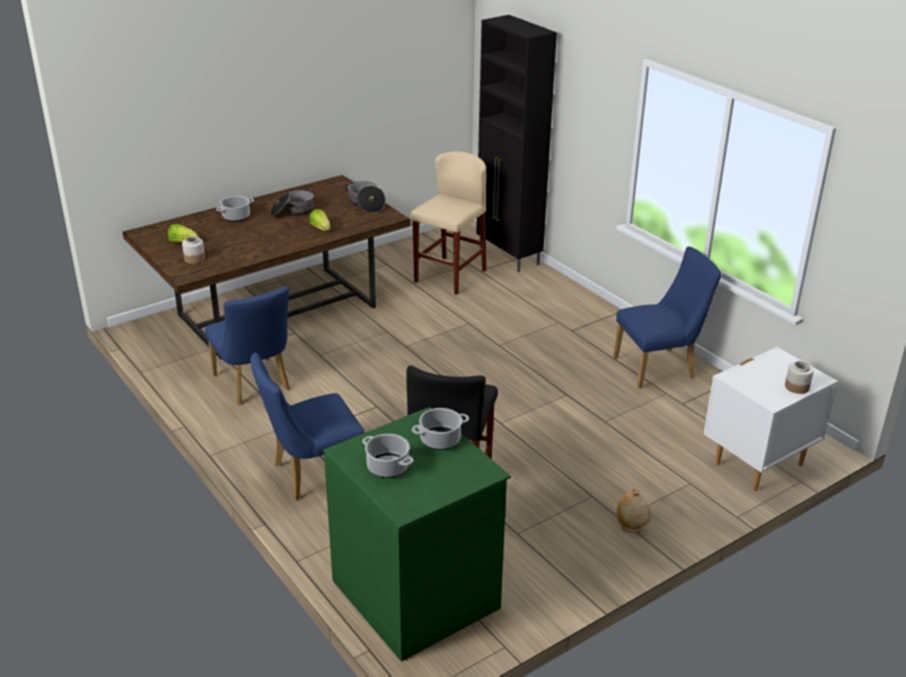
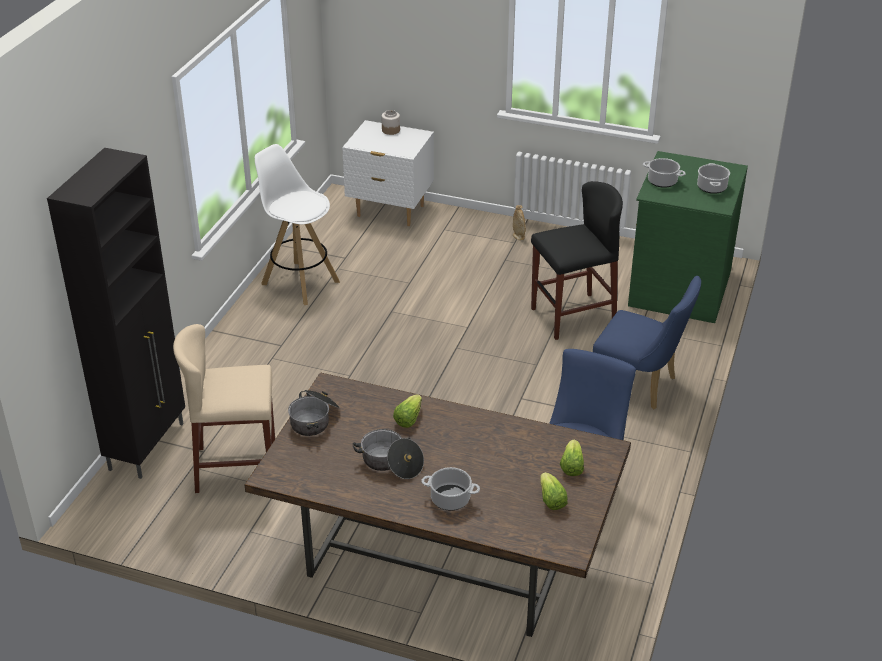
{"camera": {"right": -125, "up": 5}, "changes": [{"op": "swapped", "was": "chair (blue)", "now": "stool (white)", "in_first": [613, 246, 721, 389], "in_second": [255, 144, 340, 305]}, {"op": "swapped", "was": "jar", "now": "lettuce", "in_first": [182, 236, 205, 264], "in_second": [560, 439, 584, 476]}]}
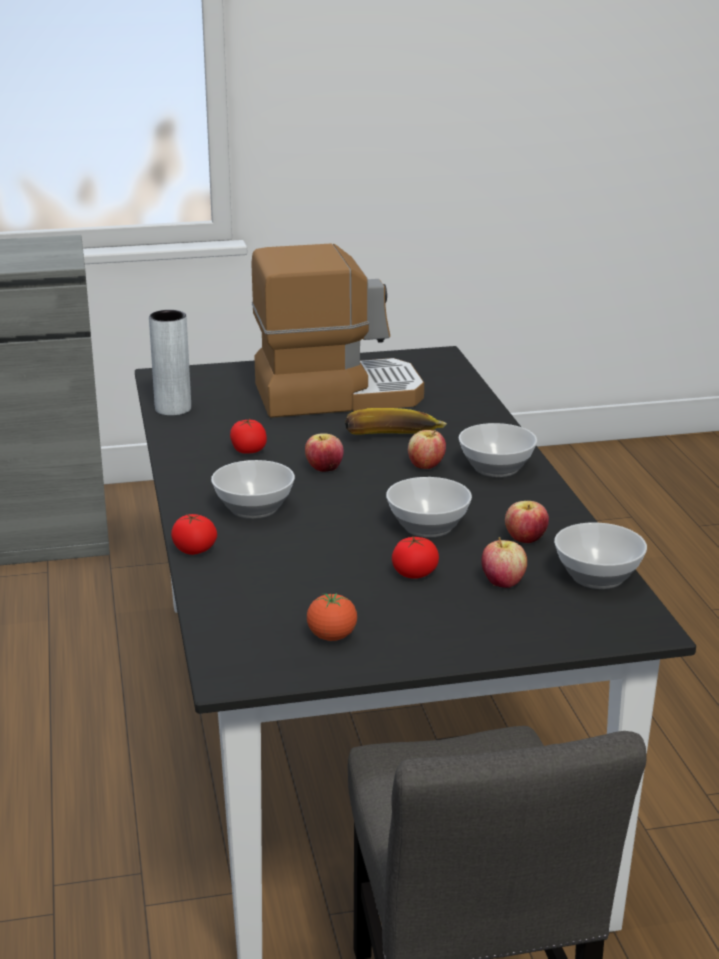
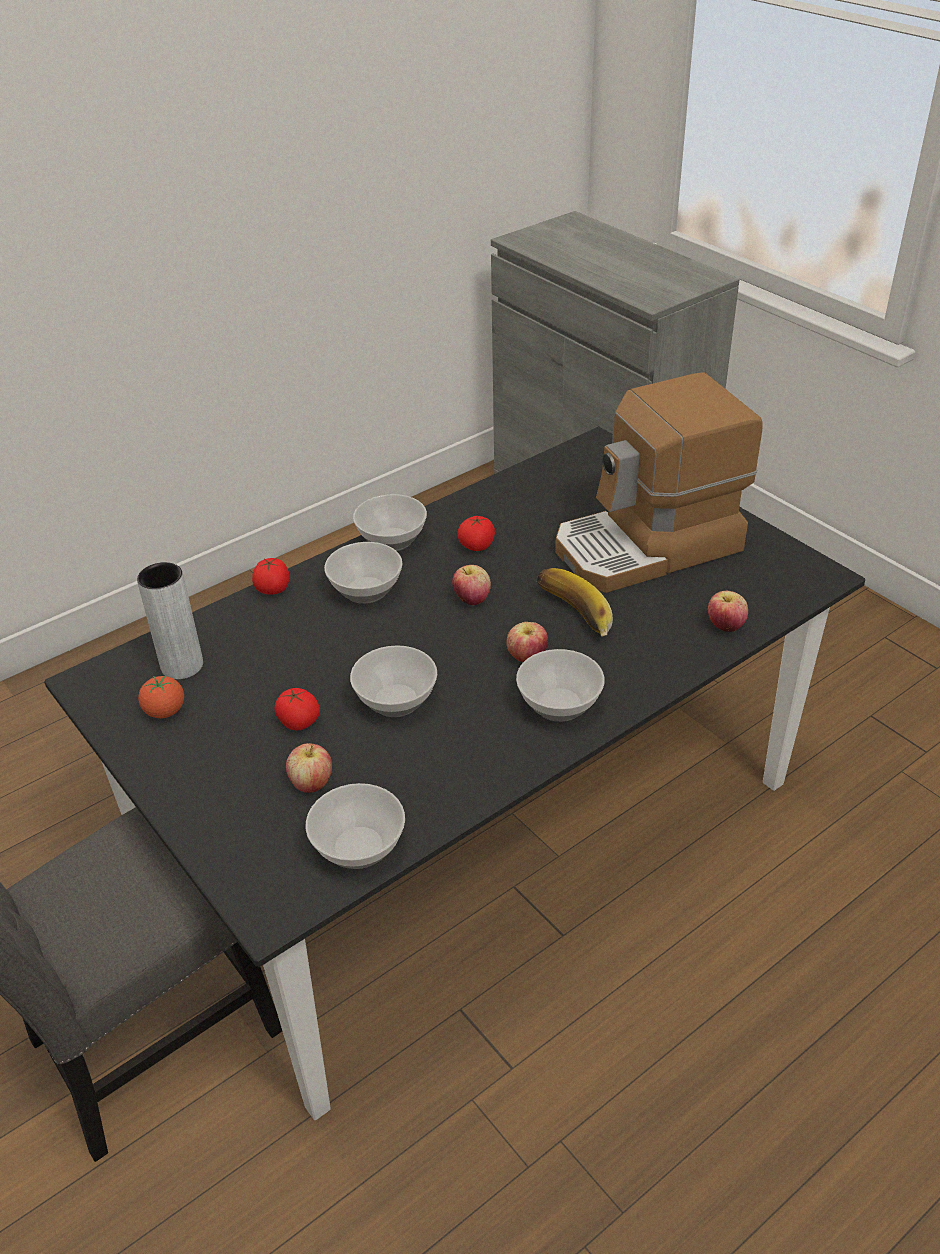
{"camera": {"right": 65, "up": 15}, "changes": [{"op": "shifted", "was": "vase (grey)", "in_first": [149, 310, 191, 416], "in_second": [137, 562, 203, 679]}, {"op": "new", "now": "bowl", "in_second": [353, 494, 427, 551]}, {"op": "rotated", "was": "coffee machine", "in_first": [251, 243, 424, 418], "in_second": [555, 372, 762, 593], "clockwise": 105}, {"op": "shifted", "was": "apple", "in_first": [505, 501, 549, 543], "in_second": [708, 591, 748, 632]}]}
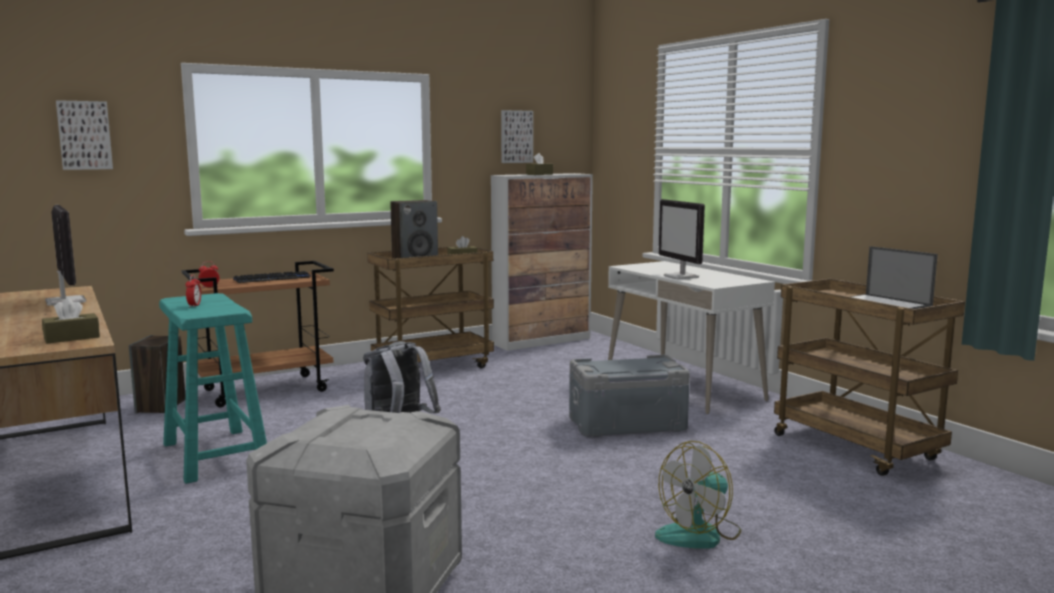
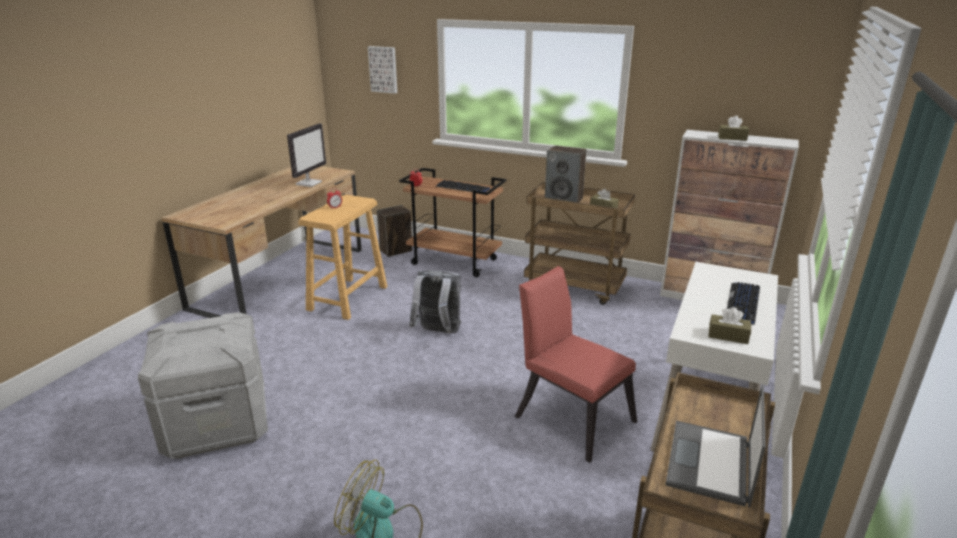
{"camera": {"right": 55, "up": 15}, "changes": [{"op": "repainted", "was": "stool (turquoise)", "now": "stool (beige)", "in_first": [159, 293, 267, 484], "in_second": [298, 195, 388, 320]}, {"op": "swapped", "was": "storage box (grey)", "now": "chair (red)", "in_first": [569, 355, 690, 437], "in_second": [515, 266, 637, 463]}, {"op": "shifted", "was": "tissue box (brown)", "in_first": [42, 298, 100, 344], "in_second": [708, 307, 751, 344]}, {"op": "new", "now": "keyboard", "in_second": [727, 282, 760, 325]}, {"op": "gone", "was": "picture", "in_first": [501, 110, 533, 163]}, {"op": "gone", "was": "monitor", "in_first": [659, 199, 705, 279]}]}
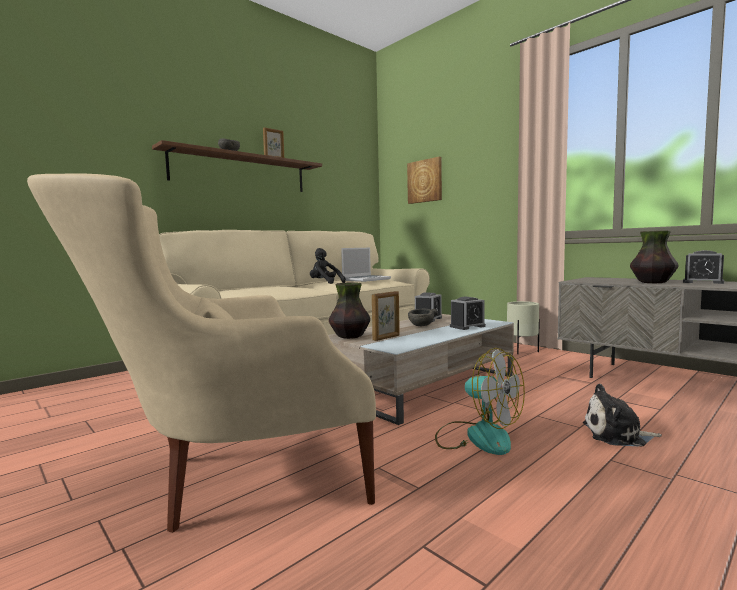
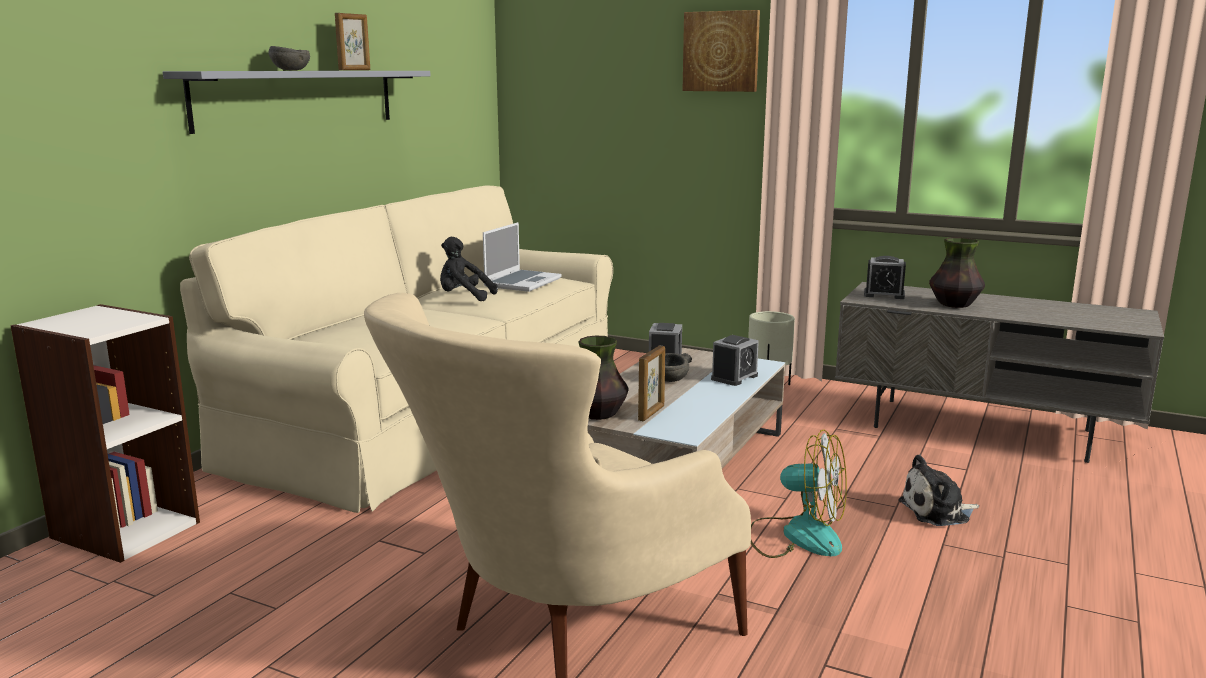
{"camera": {"right": -20, "up": 10}, "changes": [{"op": "new", "now": "bookcase", "in_second": [11, 304, 200, 563]}, {"op": "repainted", "was": "shelf (brown)", "now": "shelf (grey)", "in_first": [152, 140, 322, 192], "in_second": [163, 71, 431, 134]}, {"op": "shifted", "was": "picture", "in_first": [407, 157, 442, 204], "in_second": [683, 10, 760, 92]}, {"op": "shifted", "was": "alarm clock", "in_first": [683, 250, 724, 284], "in_second": [864, 256, 906, 299]}]}
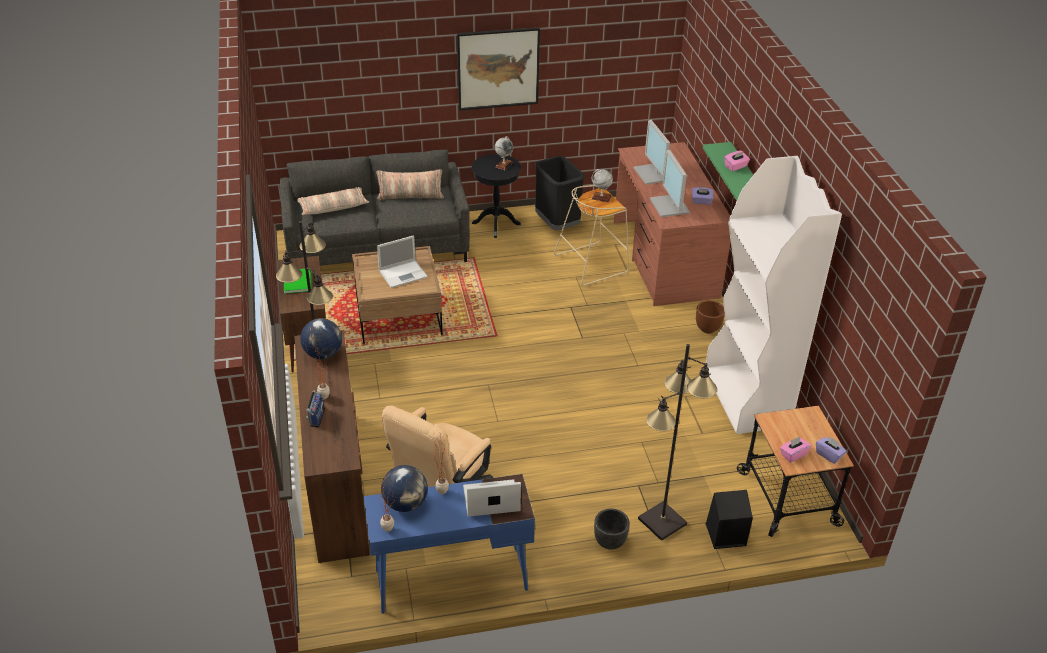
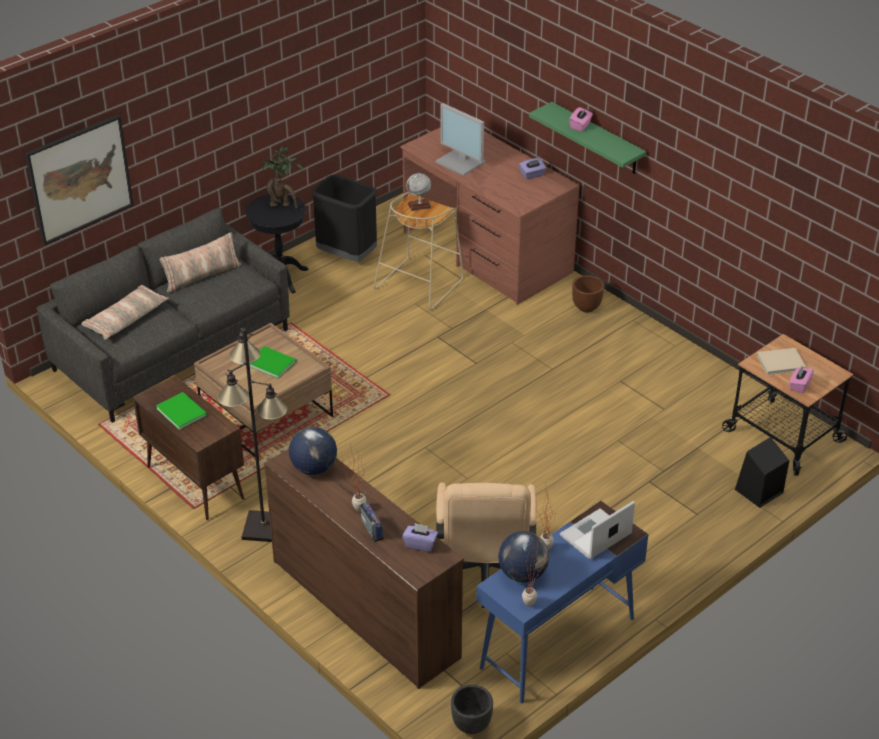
{"camera": {"right": -30, "up": 0}, "changes": [{"op": "shifted", "was": "picture", "in_first": [457, 27, 540, 111], "in_second": [25, 115, 133, 245]}, {"op": "swapped", "was": "laptop", "now": "book (green)", "in_first": [377, 235, 428, 288], "in_second": [250, 346, 296, 378]}, {"op": "swapped", "was": "globe", "now": "potted plant", "in_first": [495, 136, 513, 171], "in_second": [261, 146, 303, 210]}, {"op": "shifted", "was": "tissue box (purple)", "in_first": [816, 436, 847, 464], "in_second": [402, 523, 438, 552]}, {"op": "shifted", "was": "planter (black)", "in_first": [594, 509, 630, 550], "in_second": [451, 685, 493, 734]}, {"op": "new", "now": "book (beige)", "in_second": [757, 348, 806, 375]}, {"op": "gone", "was": "floor lamp (black)", "in_first": [638, 344, 717, 541]}, {"op": "gone", "was": "monitor", "in_first": [650, 150, 690, 217]}, {"op": "gone", "was": "bookcase (white)", "in_first": [706, 156, 842, 434]}]}
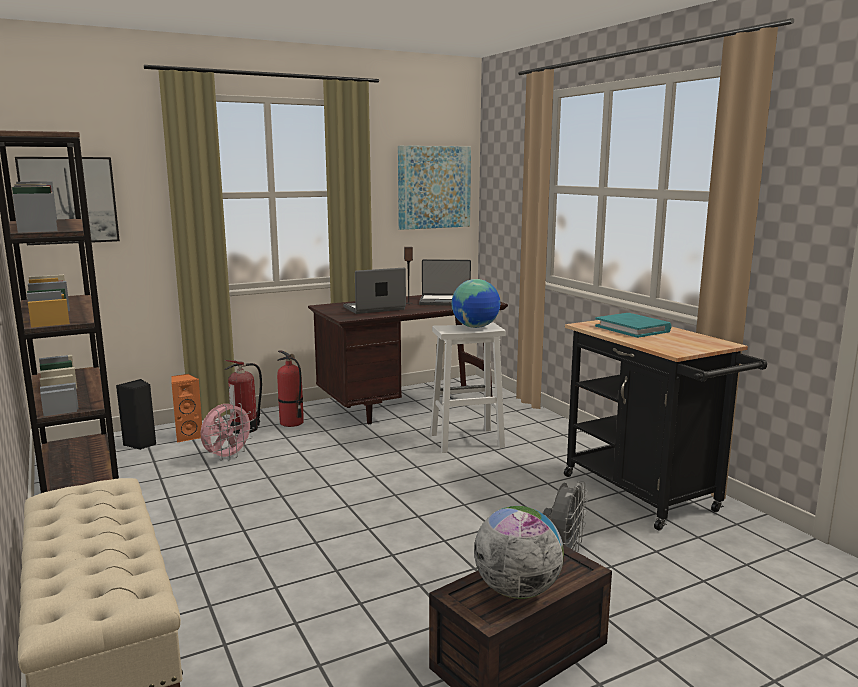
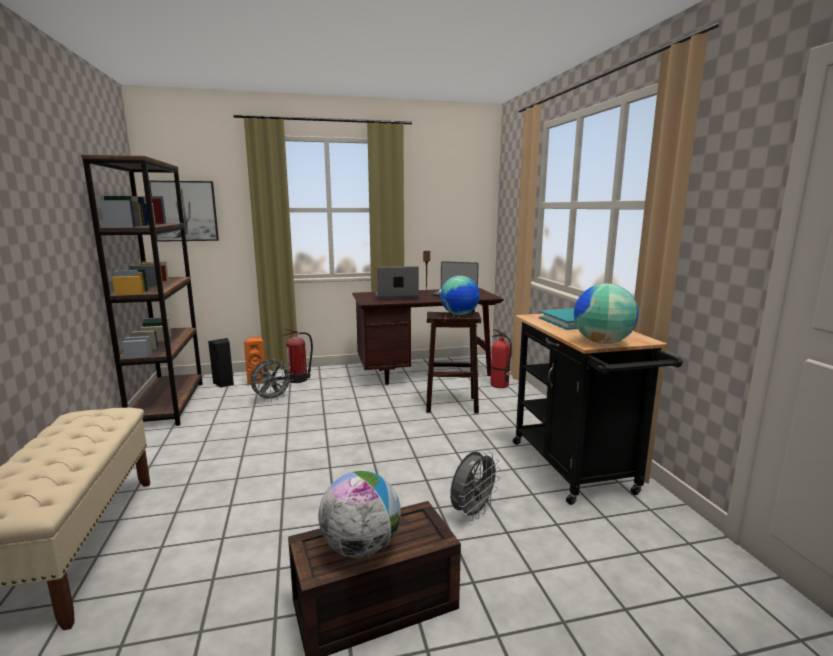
{"camera": {"right": 15, "up": 0}, "changes": [{"op": "repainted", "was": "fan (pink)", "now": "fan (grey)", "in_first": [200, 402, 254, 461], "in_second": [250, 360, 293, 402]}, {"op": "repainted", "was": "stool (white)", "now": "stool (brown)", "in_first": [430, 323, 506, 453], "in_second": [426, 312, 481, 413]}, {"op": "shifted", "was": "fire extinguisher", "in_first": [277, 350, 304, 427], "in_second": [490, 329, 512, 388]}, {"op": "new", "now": "globe", "in_second": [574, 283, 638, 344]}, {"op": "gone", "was": "picture", "in_first": [398, 146, 471, 230]}]}
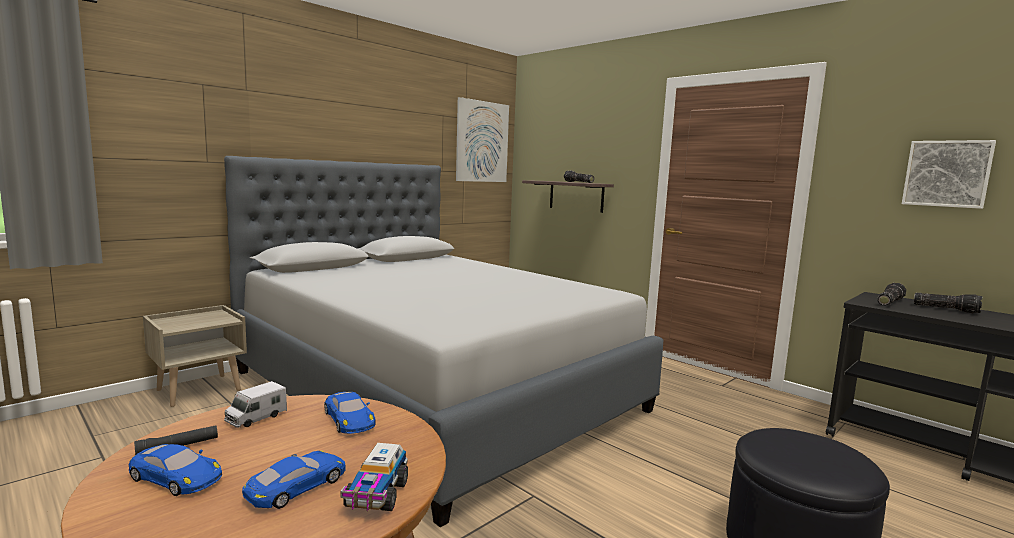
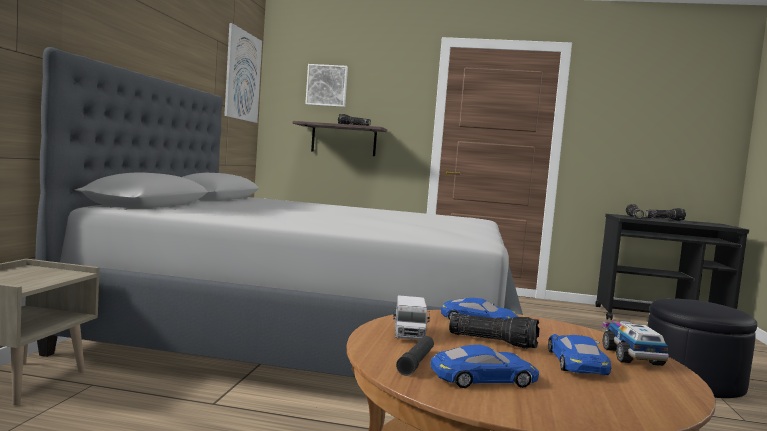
{"camera": {"right": -35, "up": -5}, "changes": [{"op": "shifted", "was": "picture", "in_first": [902, 140, 996, 209], "in_second": [305, 64, 348, 107]}, {"op": "new", "now": "flashlight", "in_second": [449, 313, 539, 349]}, {"op": "rotated", "was": "toy truck", "in_first": [341, 443, 408, 511], "in_second": [602, 320, 669, 366], "clockwise": -150}]}
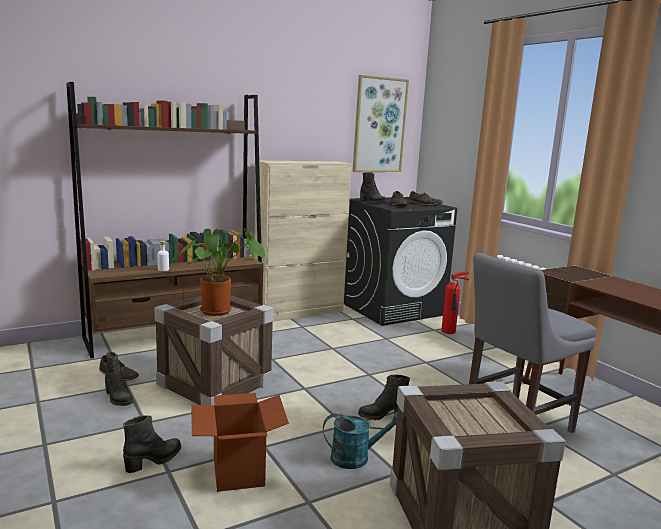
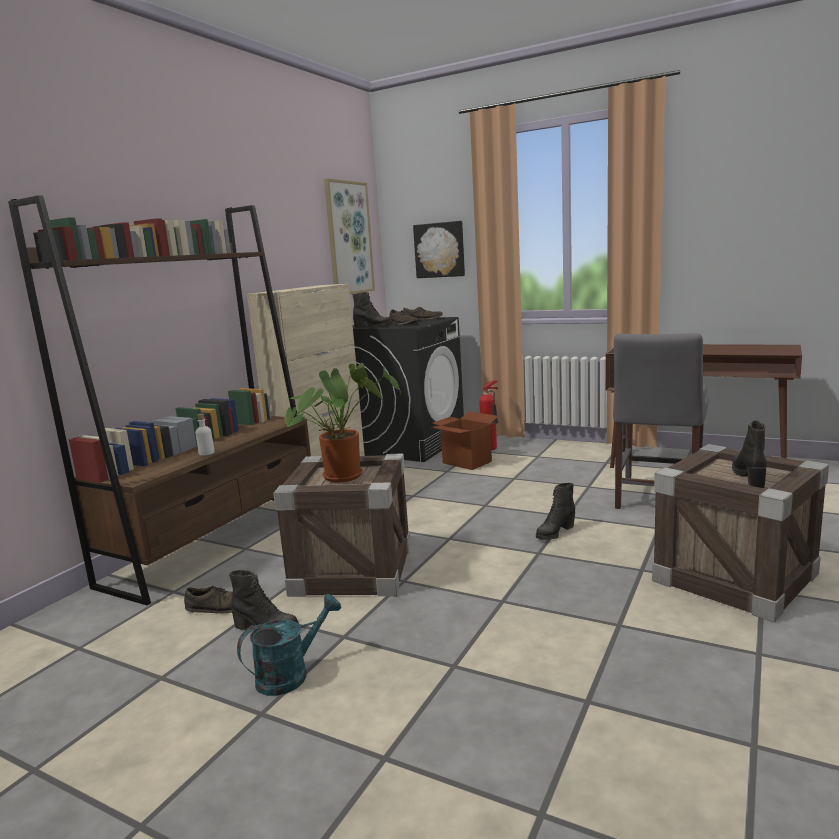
{"camera": {"right": -30, "up": 0}, "changes": [{"op": "shifted", "was": "watering can (turquoise)", "in_first": [323, 412, 397, 469], "in_second": [237, 594, 341, 696]}, {"op": "new", "now": "picture", "in_second": [413, 221, 465, 278]}, {"op": "shifted", "was": "cardboard box", "in_first": [191, 393, 289, 492], "in_second": [430, 411, 499, 470]}, {"op": "shifted", "was": "boot (black)", "in_first": [123, 415, 181, 473], "in_second": [732, 420, 767, 488]}]}
